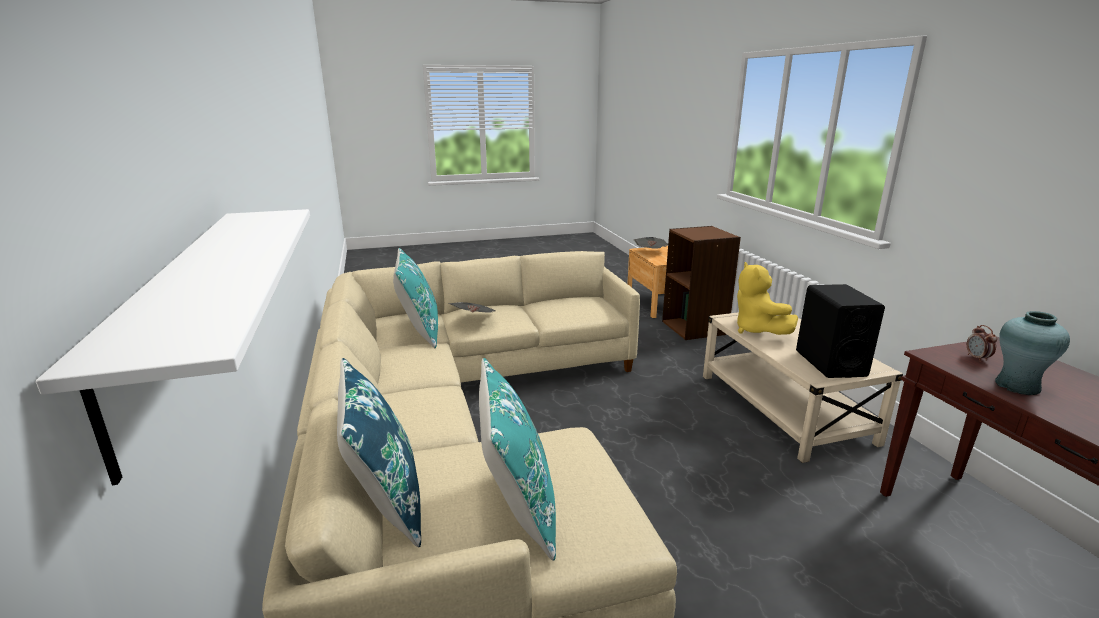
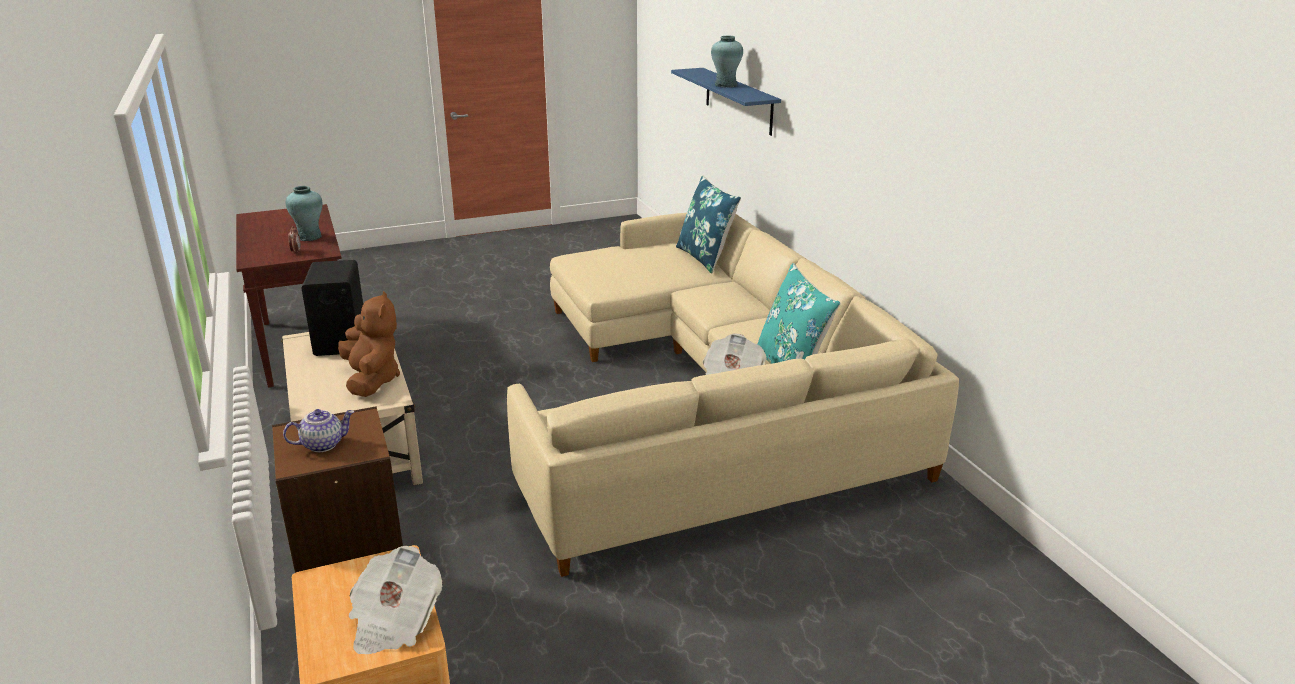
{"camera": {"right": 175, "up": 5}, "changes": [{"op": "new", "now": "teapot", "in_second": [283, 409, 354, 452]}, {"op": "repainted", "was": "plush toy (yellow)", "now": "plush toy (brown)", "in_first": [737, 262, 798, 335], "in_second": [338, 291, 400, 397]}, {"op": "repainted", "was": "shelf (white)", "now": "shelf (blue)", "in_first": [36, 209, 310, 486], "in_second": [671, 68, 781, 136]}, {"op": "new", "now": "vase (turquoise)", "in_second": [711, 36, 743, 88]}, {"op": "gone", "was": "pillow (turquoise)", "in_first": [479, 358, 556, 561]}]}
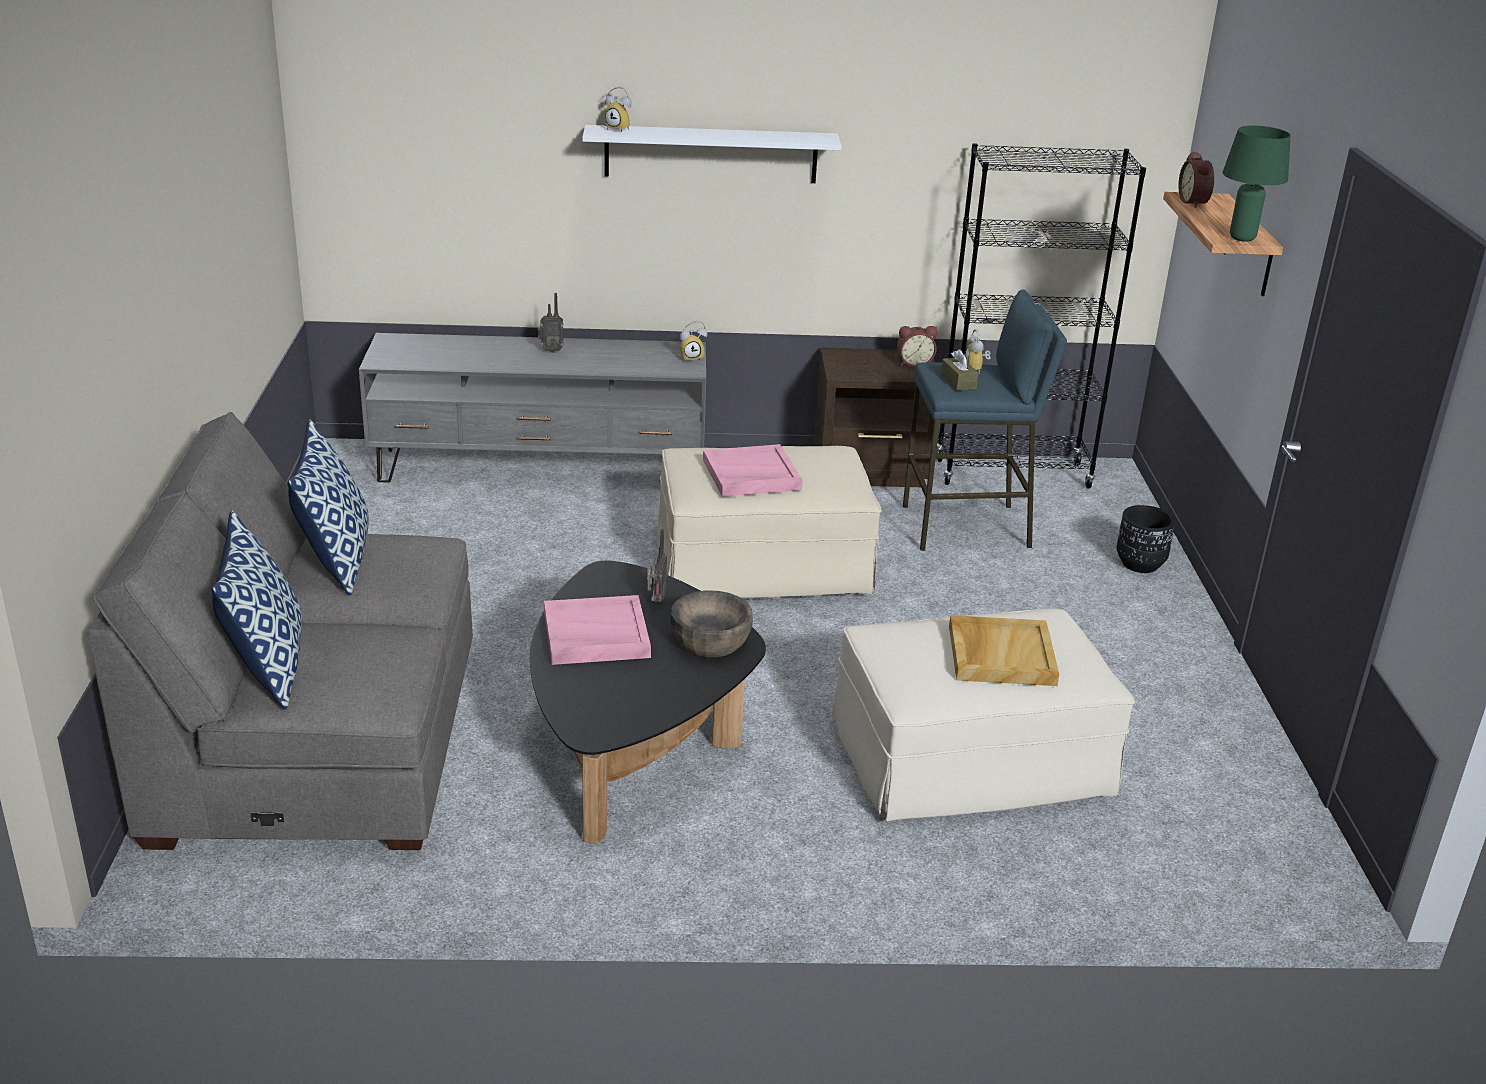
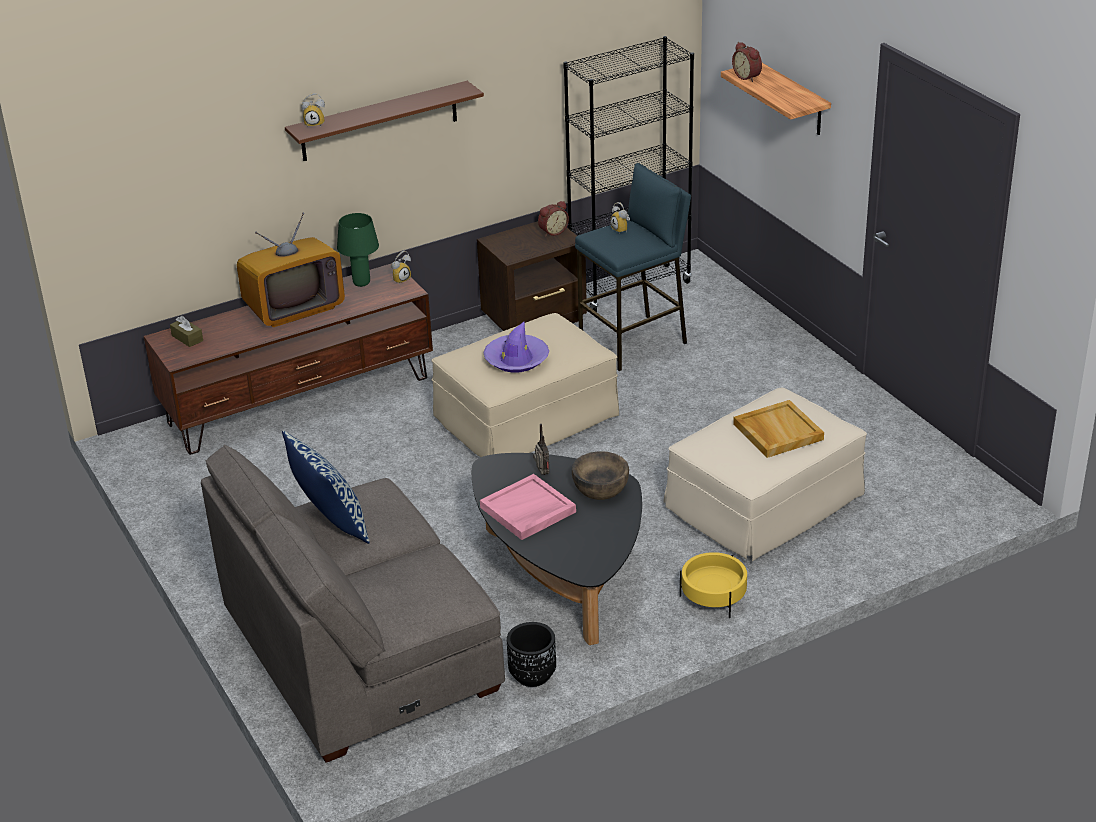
{"camera": {"right": -25, "up": 5}, "changes": [{"op": "repainted", "was": "tv stand (grey)", "now": "tv stand (brown)", "in_first": [359, 333, 706, 482], "in_second": [144, 263, 433, 455]}, {"op": "shifted", "was": "tissue box (brown)", "in_first": [941, 349, 978, 391], "in_second": [170, 316, 203, 347]}, {"op": "swapped", "was": "radio", "now": "television", "in_first": [538, 293, 564, 353], "in_second": [237, 213, 345, 327]}, {"op": "repainted", "was": "shelf (white)", "now": "shelf (brown)", "in_first": [582, 125, 842, 183], "in_second": [285, 81, 484, 161]}, {"op": "shifted", "was": "table lamp (green)", "in_first": [1223, 126, 1291, 242], "in_second": [337, 213, 379, 287]}, {"op": "swapped", "was": "tray (pink)", "now": "hat (purple)", "in_first": [703, 444, 803, 497], "in_second": [483, 322, 549, 373]}, {"op": "shifted", "was": "planter (black)", "in_first": [1116, 505, 1175, 573], "in_second": [507, 622, 556, 687]}, {"op": "new", "now": "planter (yellow)", "in_second": [680, 552, 747, 618]}, {"op": "gone", "was": "pillow", "in_first": [212, 511, 302, 710]}]}
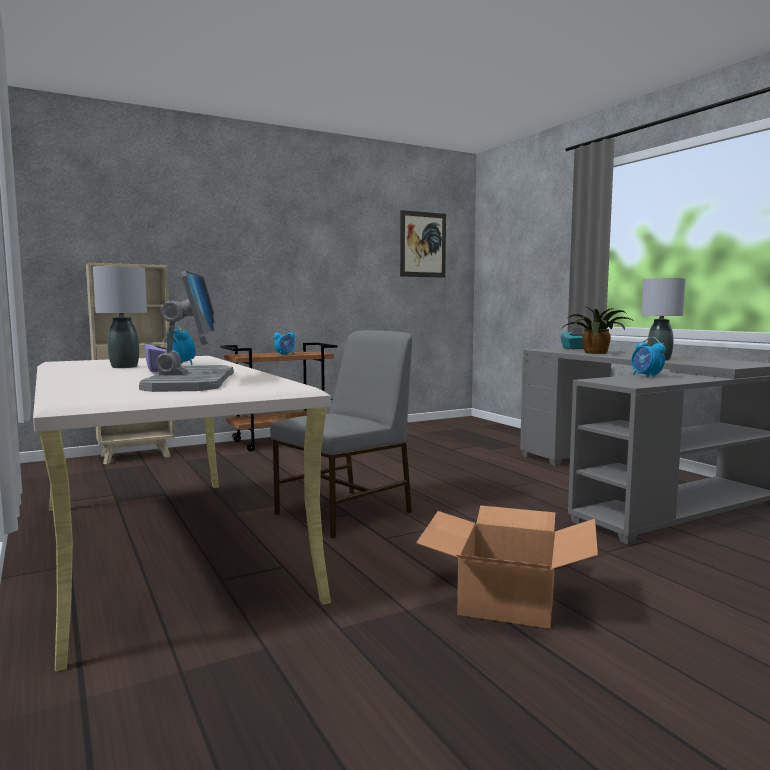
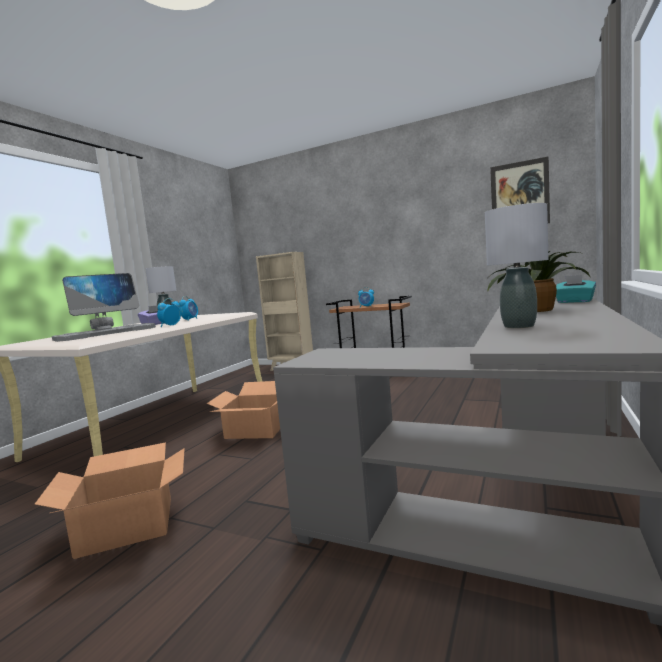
{"camera": {"right": 55, "up": 0}, "changes": [{"op": "shifted", "was": "alarm clock", "in_first": [631, 337, 665, 378], "in_second": [157, 298, 181, 327]}, {"op": "swapped", "was": "chair (grey)", "now": "cardboard box", "in_first": [270, 330, 412, 539], "in_second": [207, 381, 280, 439]}]}
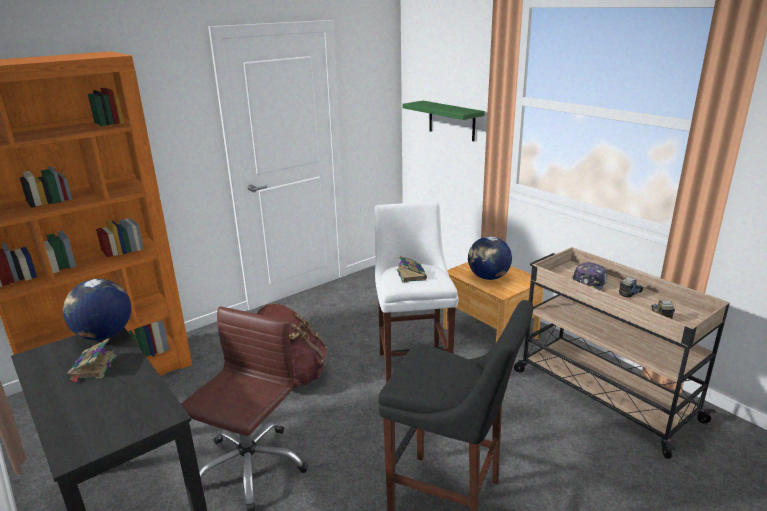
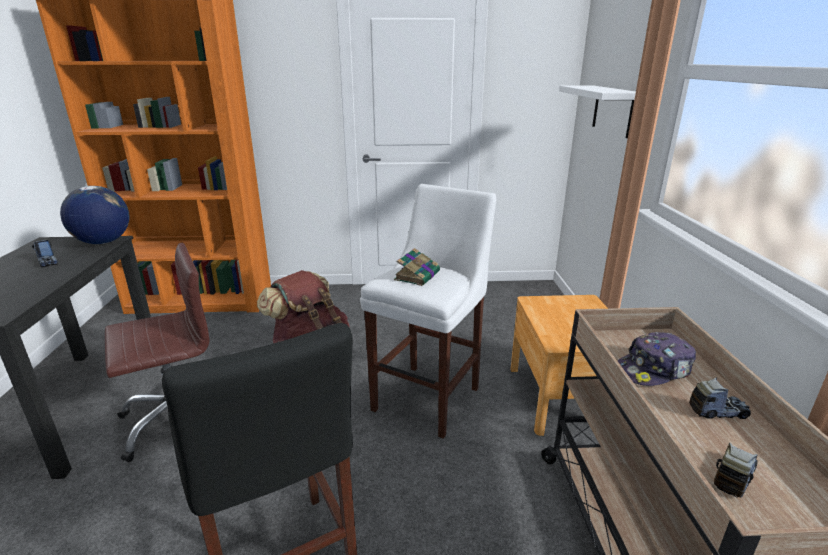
{"camera": {"right": 35, "up": 0}, "changes": [{"op": "swapped", "was": "book", "now": "toy truck", "in_first": [67, 338, 117, 383], "in_second": [32, 240, 58, 268]}, {"op": "repainted", "was": "shelf (green)", "now": "shelf (white)", "in_first": [402, 101, 485, 142], "in_second": [559, 85, 636, 138]}, {"op": "gone", "was": "globe", "in_first": [468, 236, 512, 280]}]}
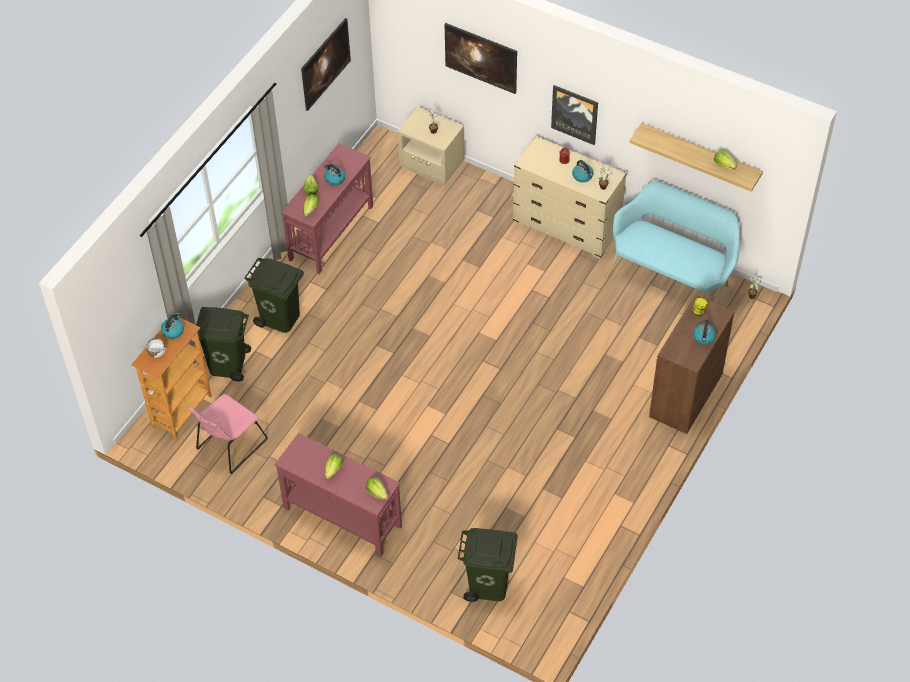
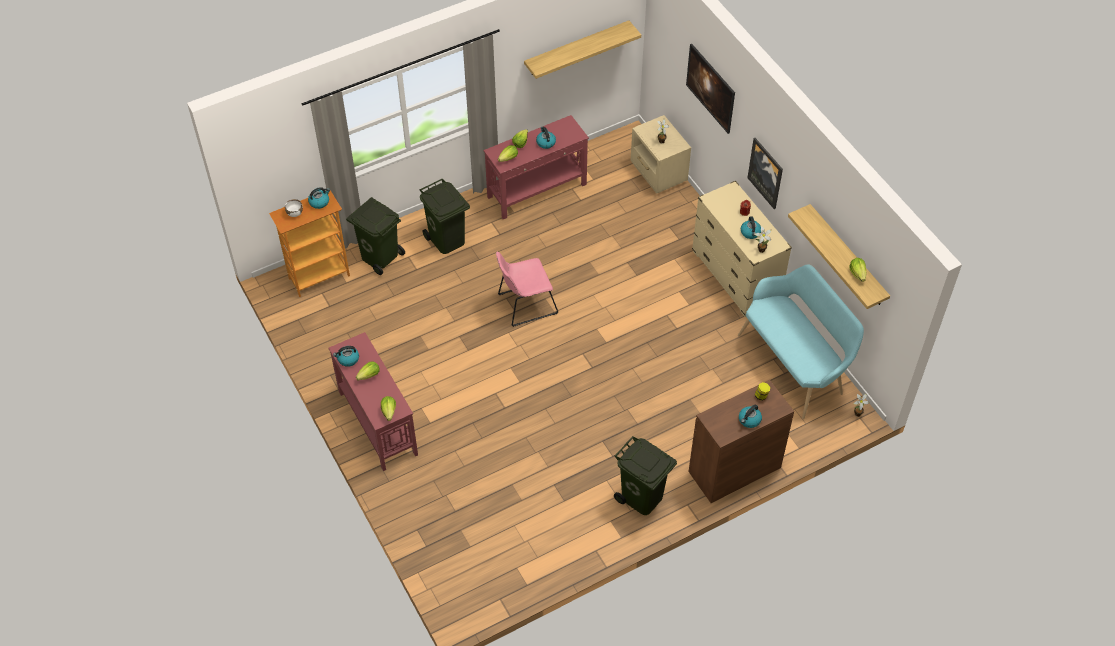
{"camera": {"right": 30, "up": 0}, "changes": [{"op": "new", "now": "kettle", "in_second": [333, 346, 359, 367]}, {"op": "shifted", "was": "chair (pink)", "in_first": [189, 394, 268, 474], "in_second": [496, 251, 559, 327]}, {"op": "swapped", "was": "picture", "now": "shelf", "in_first": [301, 18, 351, 111], "in_second": [524, 21, 641, 79]}, {"op": "shifted", "was": "trash can (green)", "in_first": [458, 528, 518, 602], "in_second": [614, 436, 677, 515]}]}
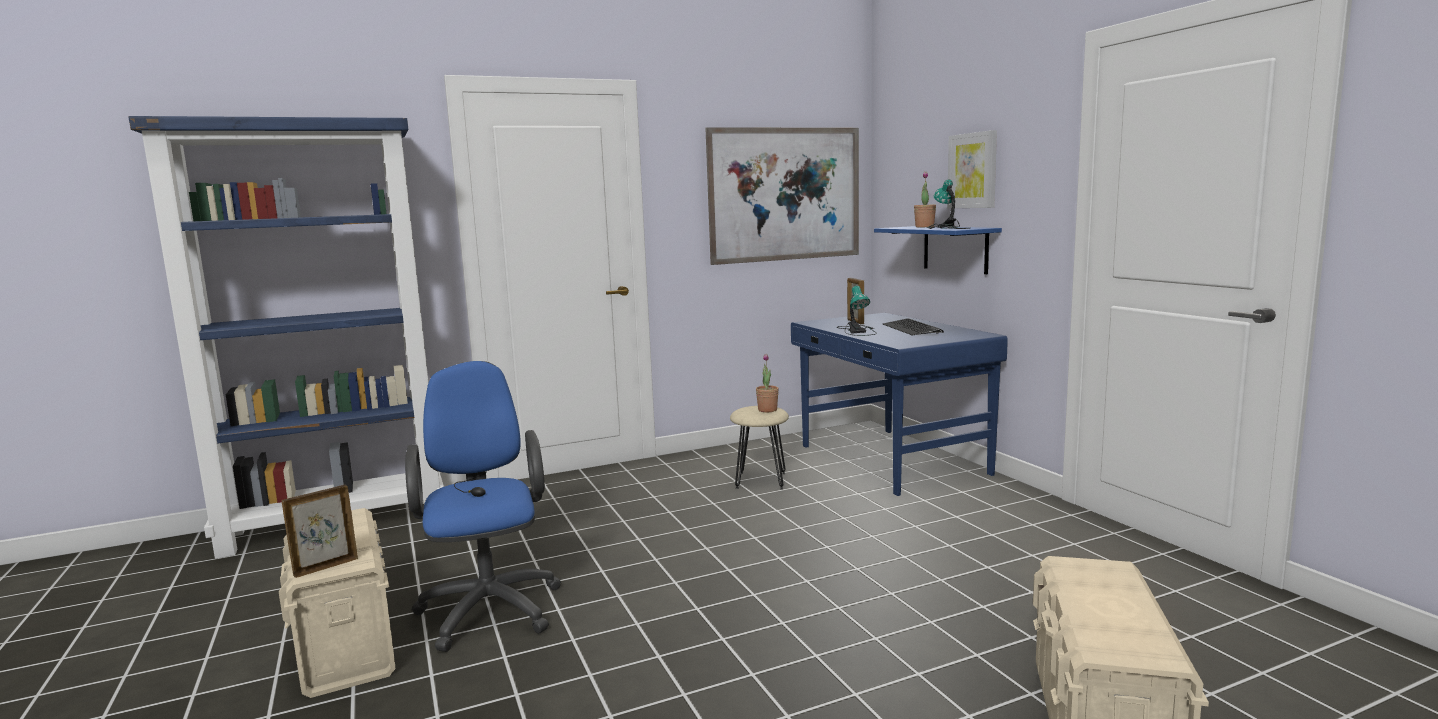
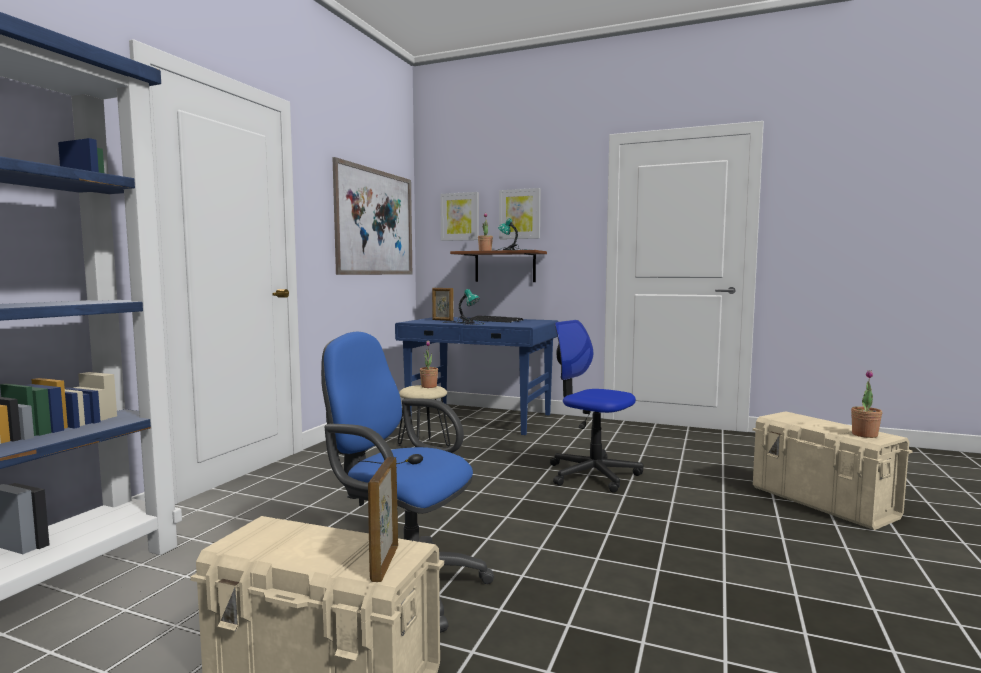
{"camera": {"right": -45, "up": -5}, "changes": [{"op": "new", "now": "picture", "in_second": [440, 192, 479, 241]}, {"op": "repainted", "was": "shelf (blue)", "now": "shelf (brown)", "in_first": [874, 226, 1002, 274], "in_second": [450, 250, 547, 282]}, {"op": "new", "now": "office chair", "in_second": [550, 320, 643, 493]}, {"op": "new", "now": "potted plant", "in_second": [851, 370, 882, 438]}]}
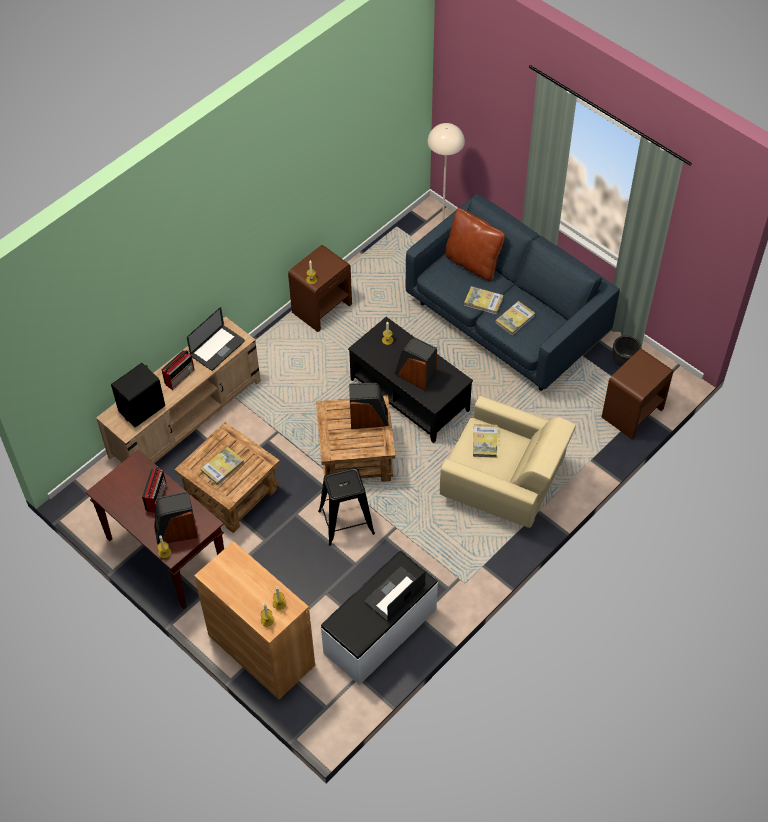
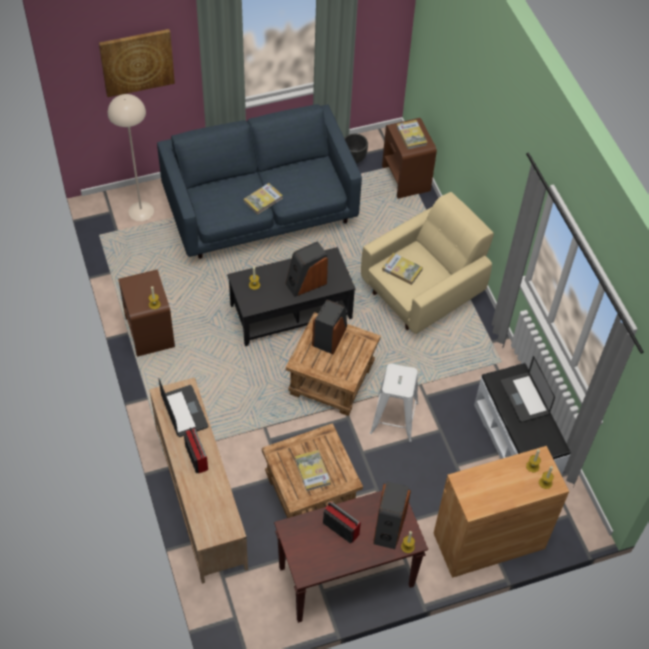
{"camera": {"right": -65, "up": 0}, "changes": [{"op": "new", "now": "picture", "in_second": [99, 29, 175, 97]}, {"op": "repainted", "was": "stool (black)", "now": "stool (white)", "in_first": [318, 468, 375, 546], "in_second": [370, 363, 419, 442]}, {"op": "shifted", "was": "book", "in_first": [496, 301, 535, 335], "in_second": [397, 120, 427, 150]}, {"op": "gone", "was": "speaker (black)", "in_first": [111, 363, 165, 428]}, {"op": "gone", "was": "pillow (brown)", "in_first": [445, 208, 505, 281]}]}
